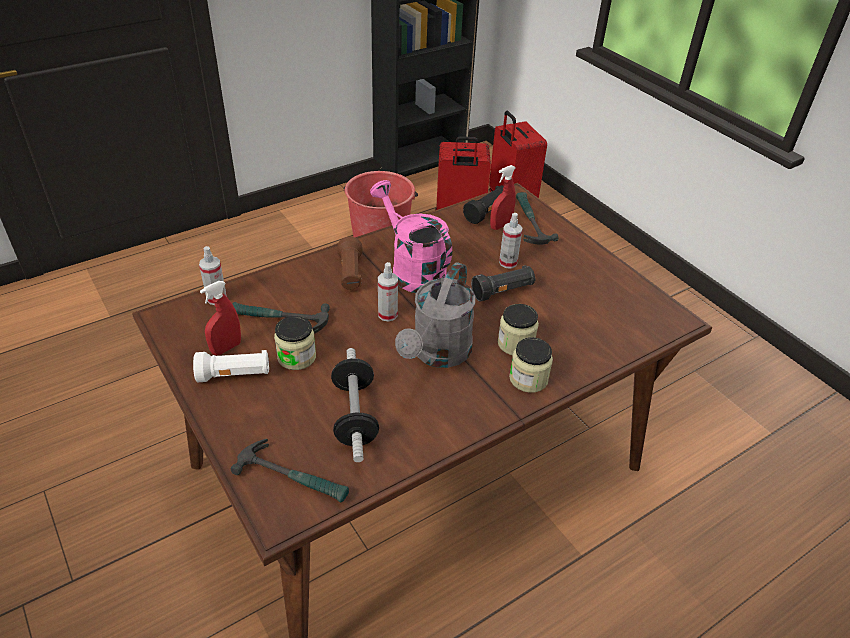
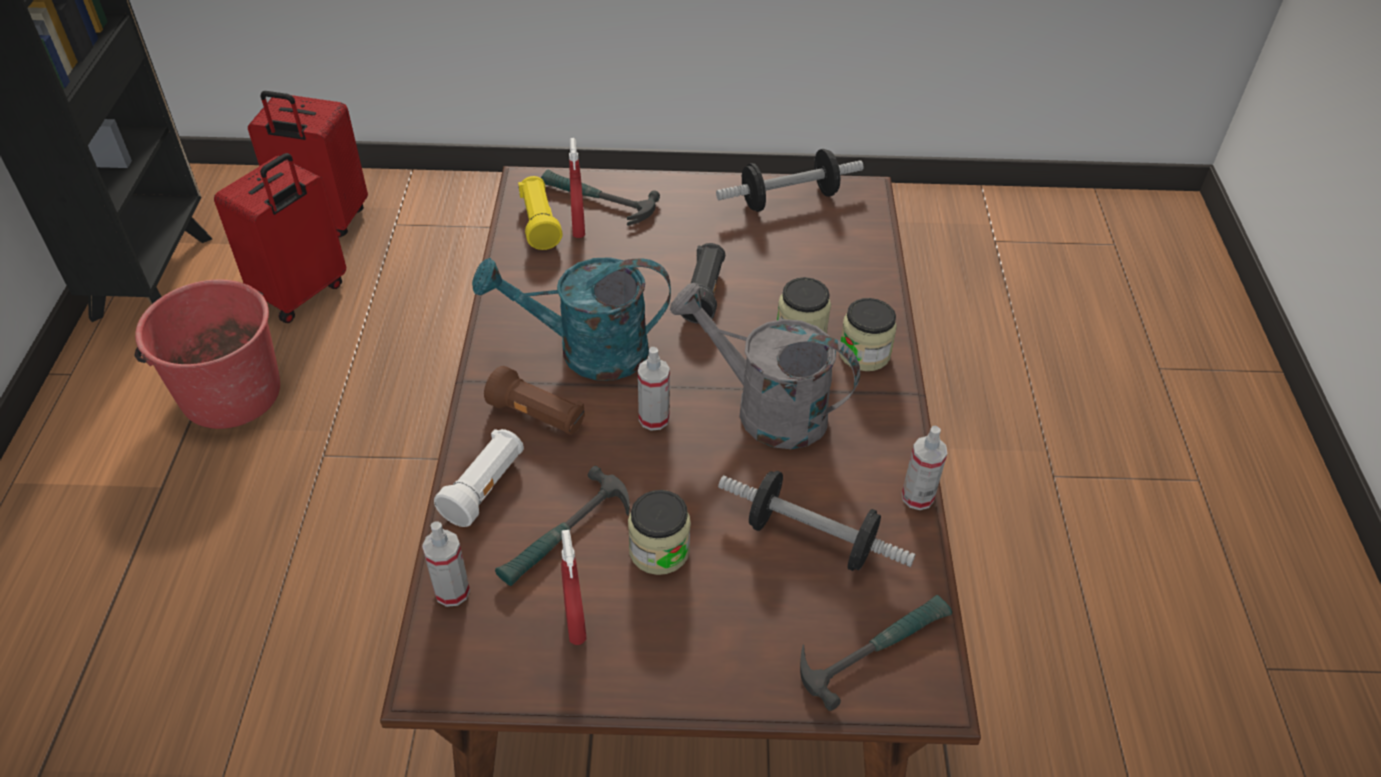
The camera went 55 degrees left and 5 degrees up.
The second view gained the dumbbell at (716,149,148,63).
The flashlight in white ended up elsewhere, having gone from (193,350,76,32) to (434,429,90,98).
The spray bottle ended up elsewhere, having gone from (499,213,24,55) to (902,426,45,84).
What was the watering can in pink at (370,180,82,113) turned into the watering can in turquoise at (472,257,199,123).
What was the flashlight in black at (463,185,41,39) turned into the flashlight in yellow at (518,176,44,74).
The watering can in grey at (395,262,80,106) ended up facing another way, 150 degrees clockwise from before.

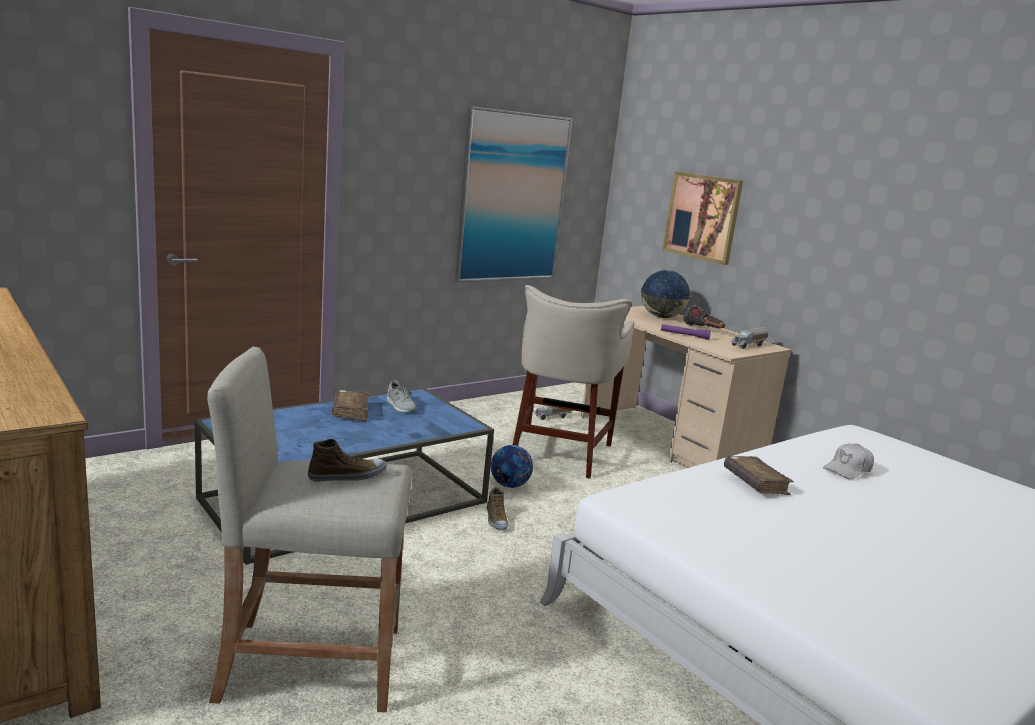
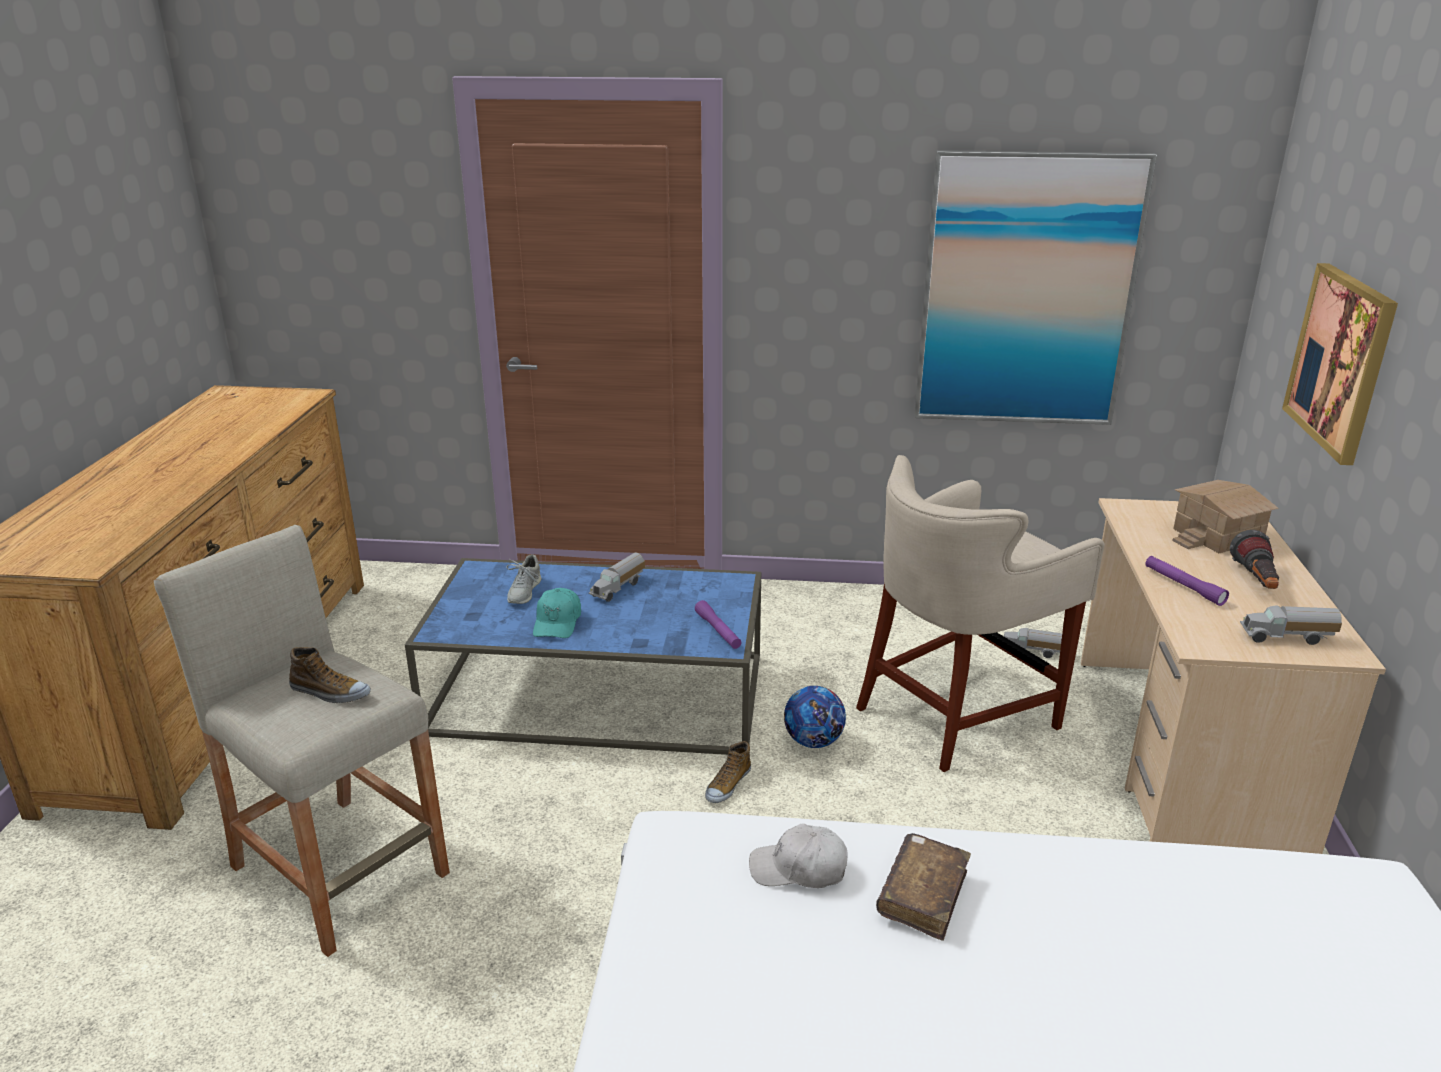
The camera went 45 degrees right and 10 degrees up.
The second view gained the cap in turquoise at (533,588,48,50).
The second view gained the flashlight in purple at (695,600,47,49).
The shoe in grey ended up elsewhere, having gone from (387,380,29,32) to (506,554,35,50).
The cap in white ended up elsewhere, having gone from (823,443,51,36) to (749,823,99,65).
Where the book in brown stood at (332,390,37,32), the toy truck came to stand at (588,553,57,49).
Where the globe stood at (641,270,50,48), the toy house came to stand at (1172,480,107,73).

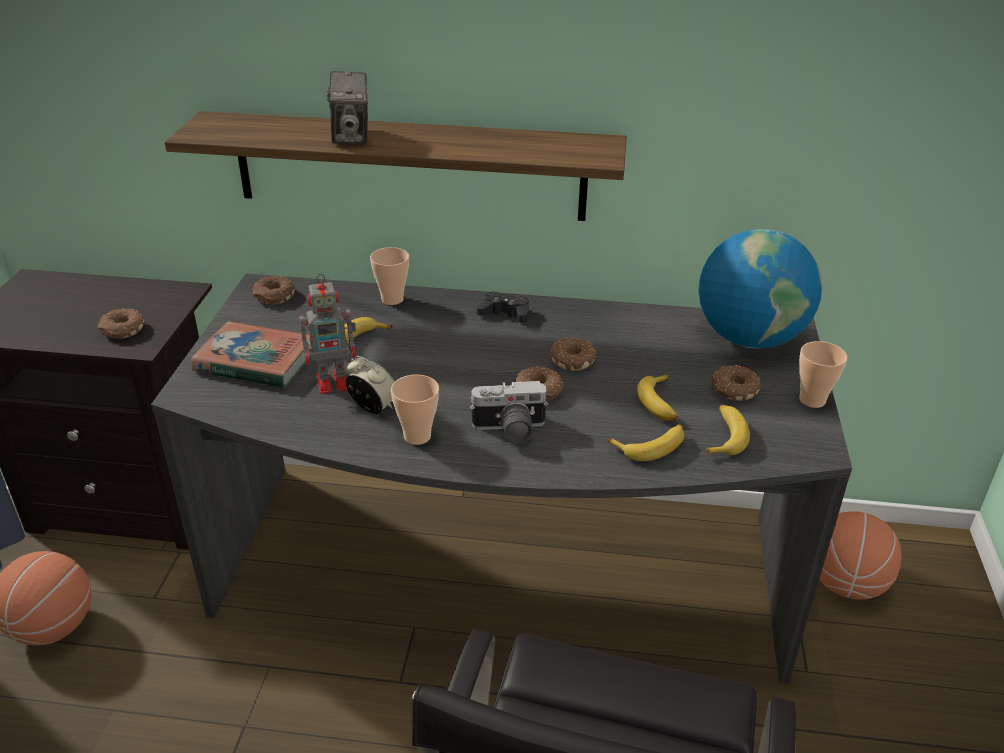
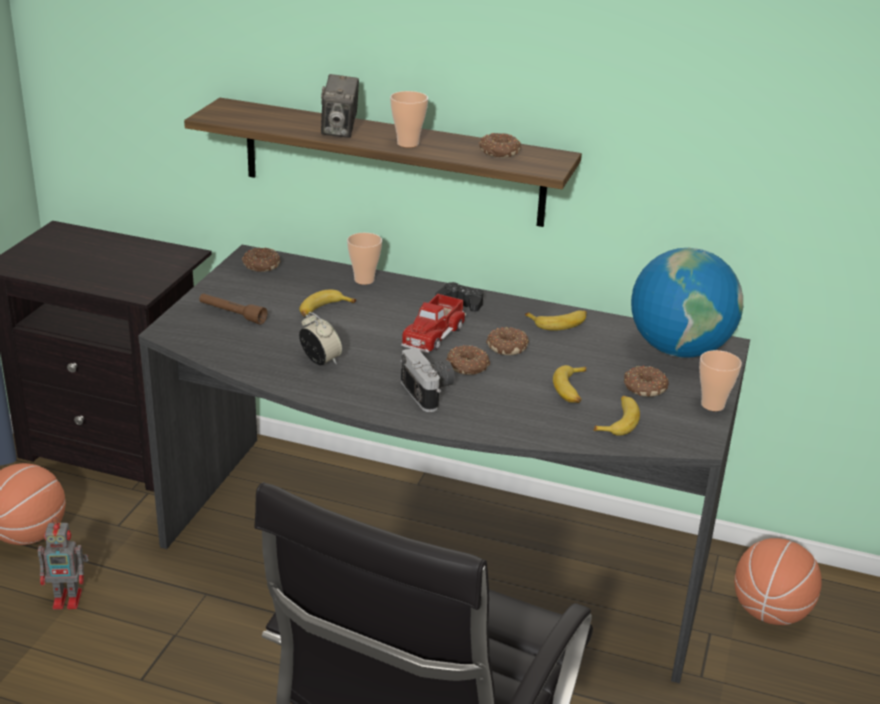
The camera went 10 degrees right and 5 degrees down.
The second view gained the toy truck at (401,294,65,59).
The donut ended up elsewhere, having gone from (97,308,47,31) to (478,133,43,25).
The toy robot ended up elsewhere, having gone from (299,274,57,120) to (38,517,51,93).
The cup ended up elsewhere, having gone from (391,375,48,70) to (390,91,38,57).
The banana ended up elsewhere, having gone from (607,425,77,36) to (525,310,62,21).
Where the book stood at (191,321,119,67), the flashlight in brown came to stand at (199,293,69,31).
The photo camera at (470,381,79,62) ended up facing another way, 120 degrees counterclockwise from before.

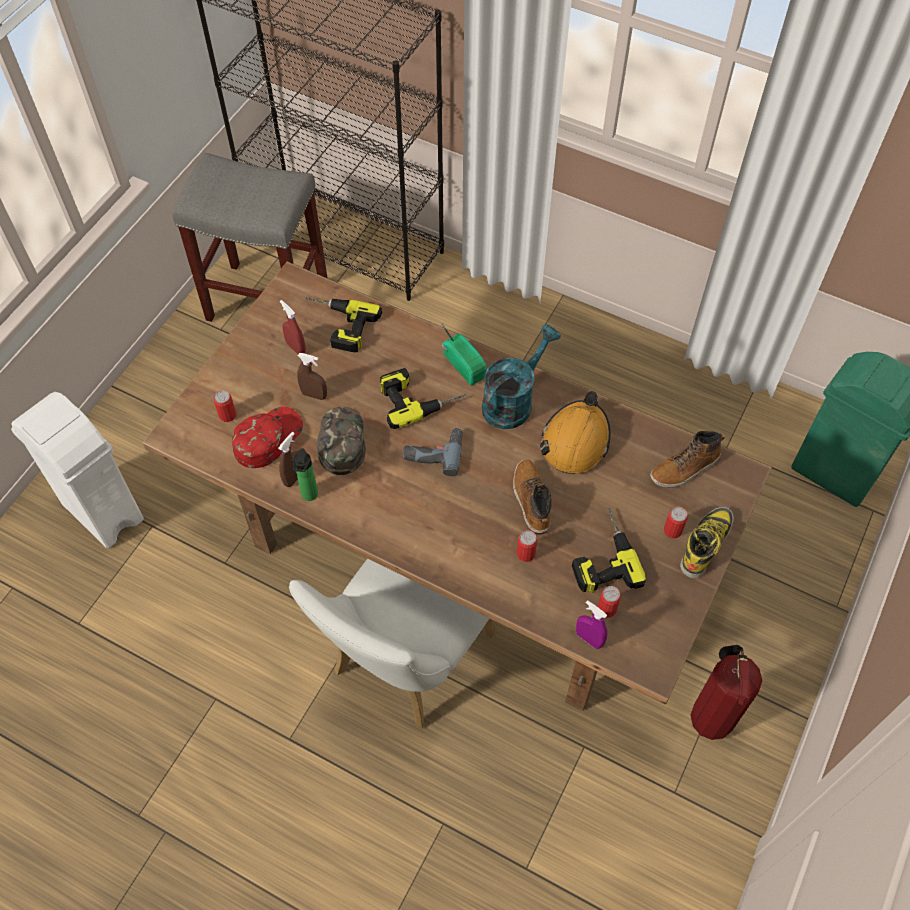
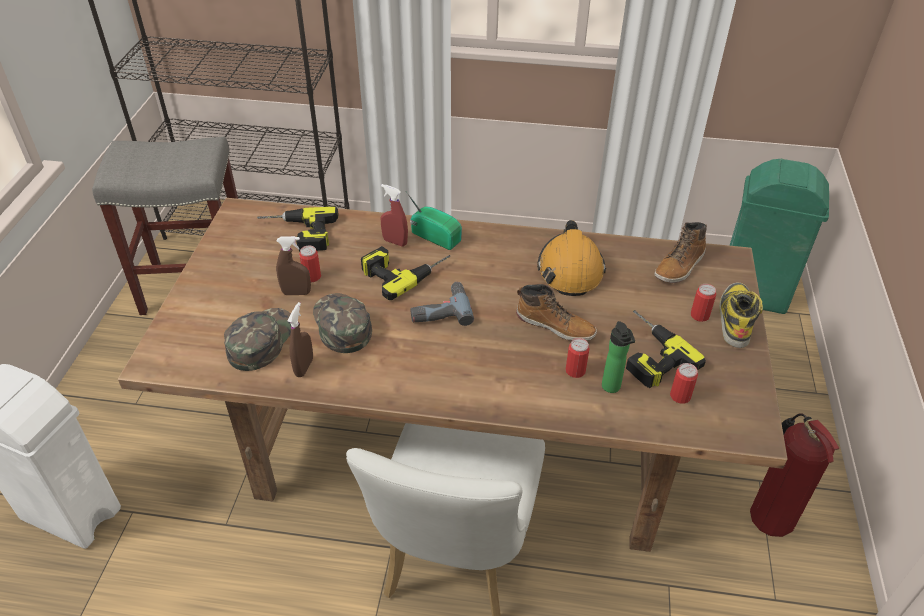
The camera went 20 degrees left and 15 degrees down.
The second view lost the watering can in turquoise at (482,325,79,104).
The second view lost the spray bottle in purple at (576,600,31,49).
The can ended up elsewhere, having gone from (214,390,22,32) to (299,246,22,36).
The spray bottle in red ended up elsewhere, having gone from (280,300,26,54) to (381,184,27,63).
The bottle ended up elsewhere, having gone from (293,448,25,53) to (602,321,33,72).
What was the cap in red at (232,407,71,61) turned into the cap in green at (224,308,67,63).
The boot at (513,460,39,74) ended up facing another way, 150 degrees clockwise from before.

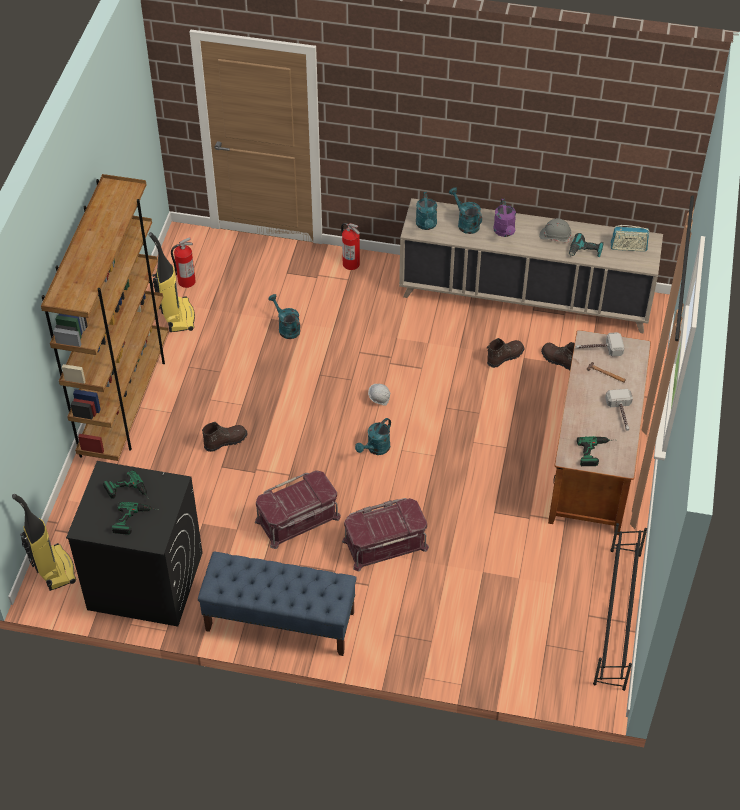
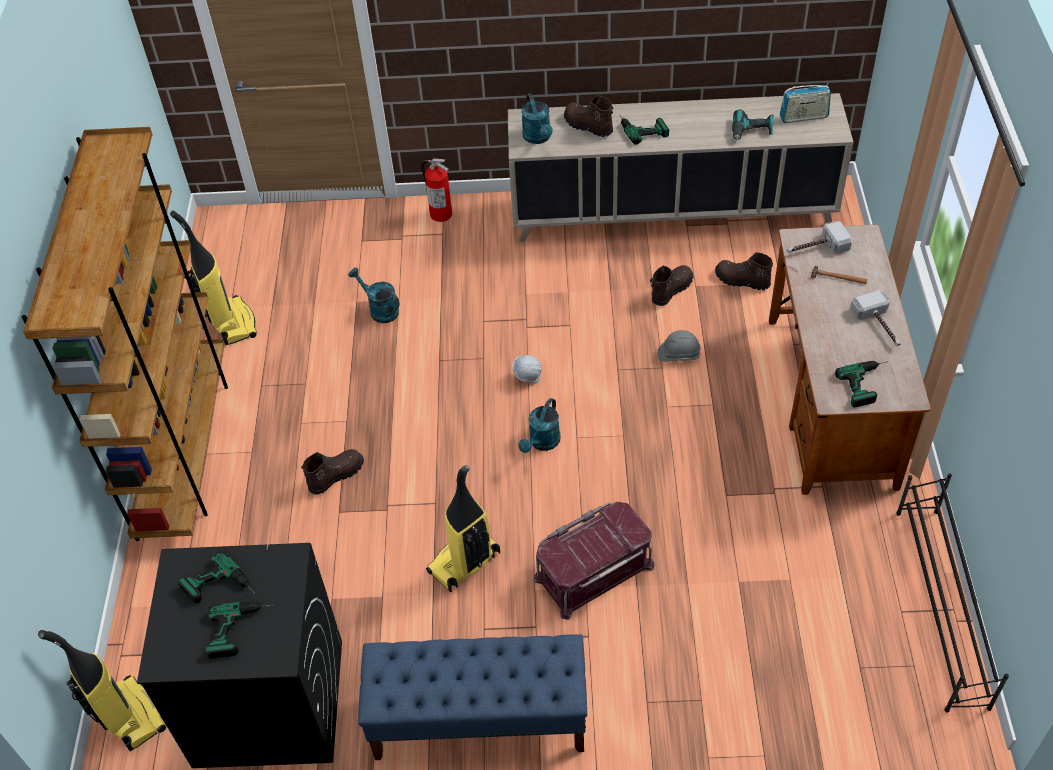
The camera went 10 degrees left and 0 degrees up.
The second view lost the fire extinguisher at (171,237,25,51).
The hard hat in grey ended up elsewhere, having gone from (539,218,32,24) to (658,330,43,32).
Where the storage box in red stood at (255,470,86,79), the vacuum cleaner came to stand at (426,465,74,127).
Where the watering can in turquoise stood at (449,188,33,46), the boot in brown came to stand at (564,96,49,41).
Where the watering can in purple stood at (493,199,23,38), the power drill came to stand at (619,114,50,31).

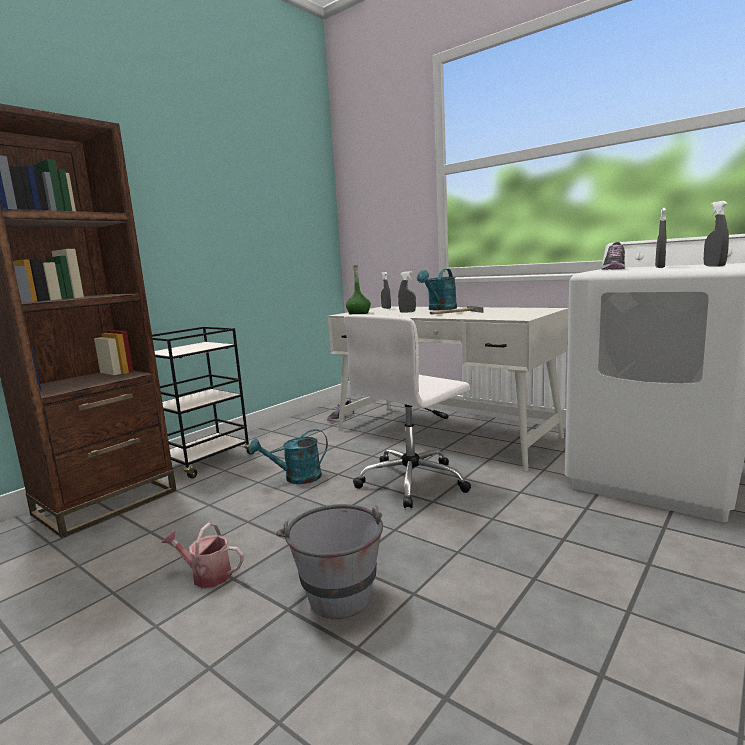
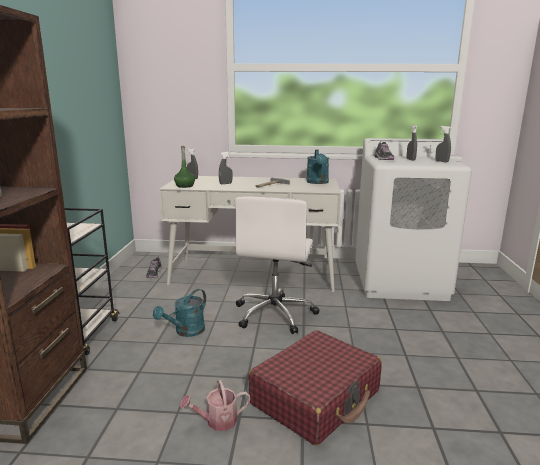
The camera went 35 degrees left and 5 degrees up.
The watering can in turquoise ended up elsewhere, having gone from (417,269,40,41) to (306,150,23,34).
Where the bucket in grey stood at (276,504,107,115), the suitcase in red came to stand at (248,330,134,116).

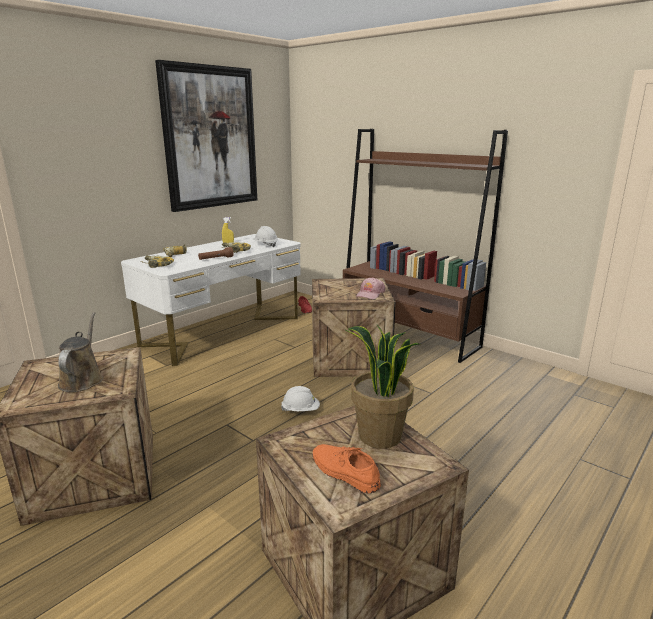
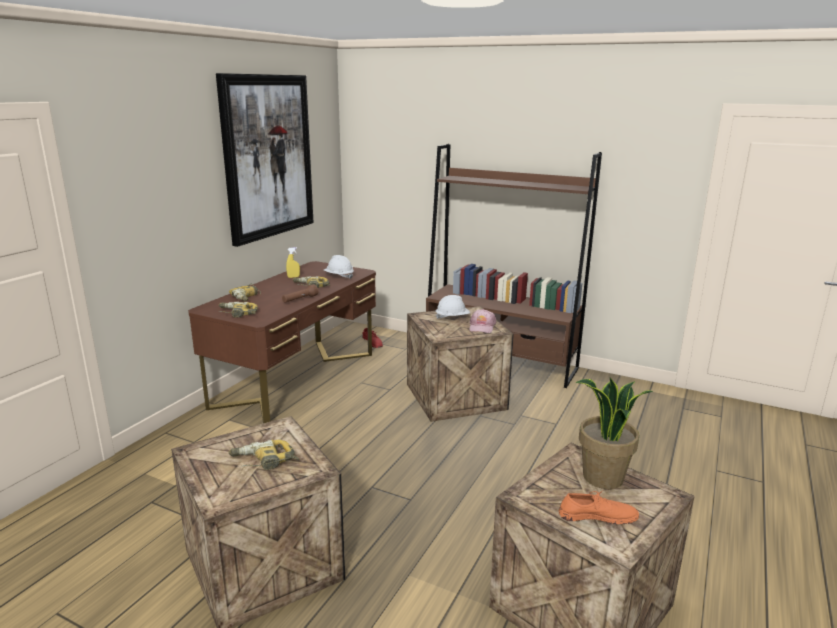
The camera went 15 degrees left and 0 degrees up.
The hard hat in white ended up elsewhere, having gone from (281,386,39,25) to (435,295,35,24).
Where the watering can in brown stood at (58,312,45,80), the power drill came to stand at (228,439,72,31).
What was the desk in white at (121,234,180,132) turned into the desk in brown at (188,261,188,163).
The shoe in orange at (313,444,68,49) ended up facing another way, 150 degrees clockwise from before.

